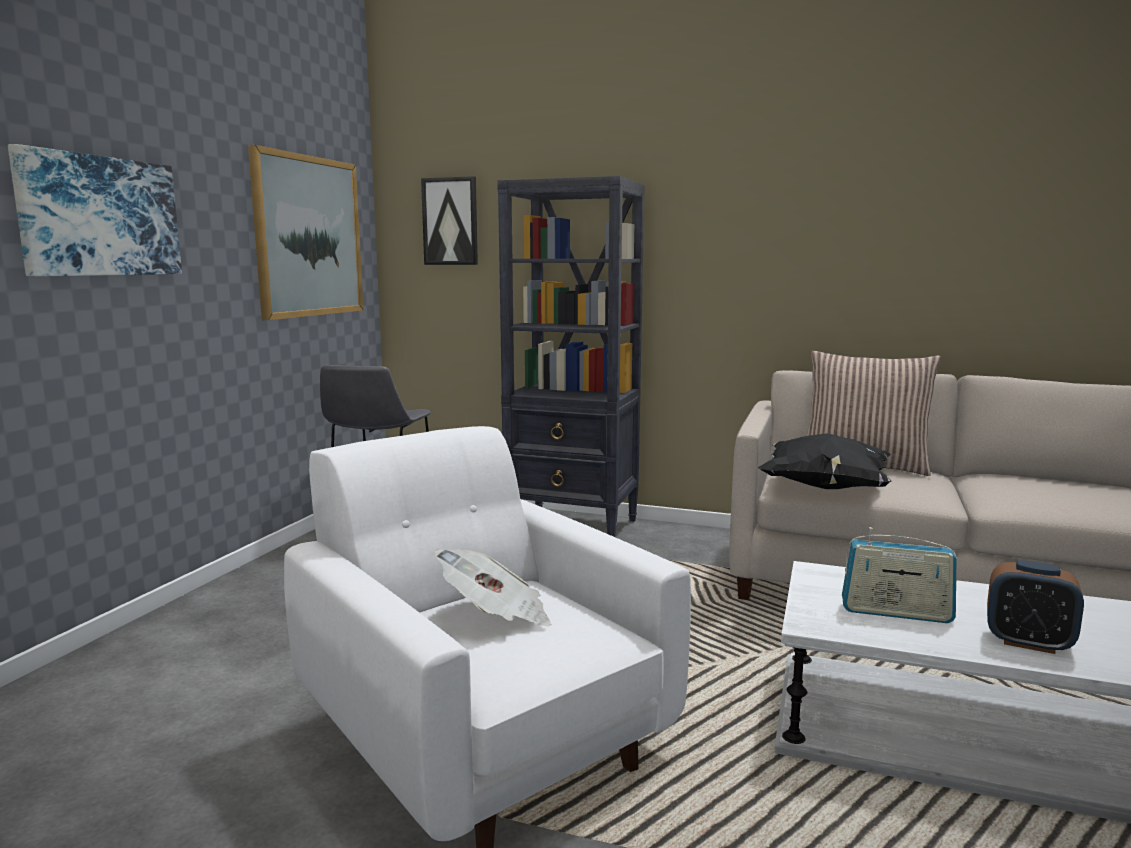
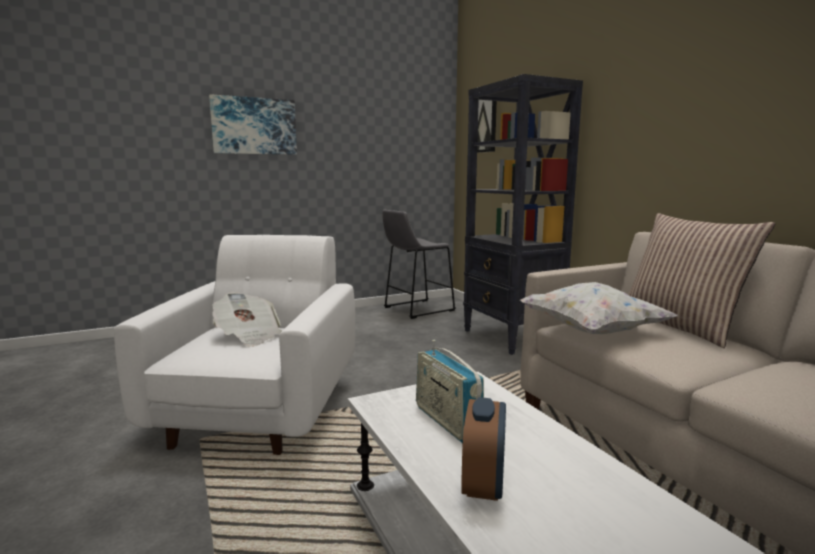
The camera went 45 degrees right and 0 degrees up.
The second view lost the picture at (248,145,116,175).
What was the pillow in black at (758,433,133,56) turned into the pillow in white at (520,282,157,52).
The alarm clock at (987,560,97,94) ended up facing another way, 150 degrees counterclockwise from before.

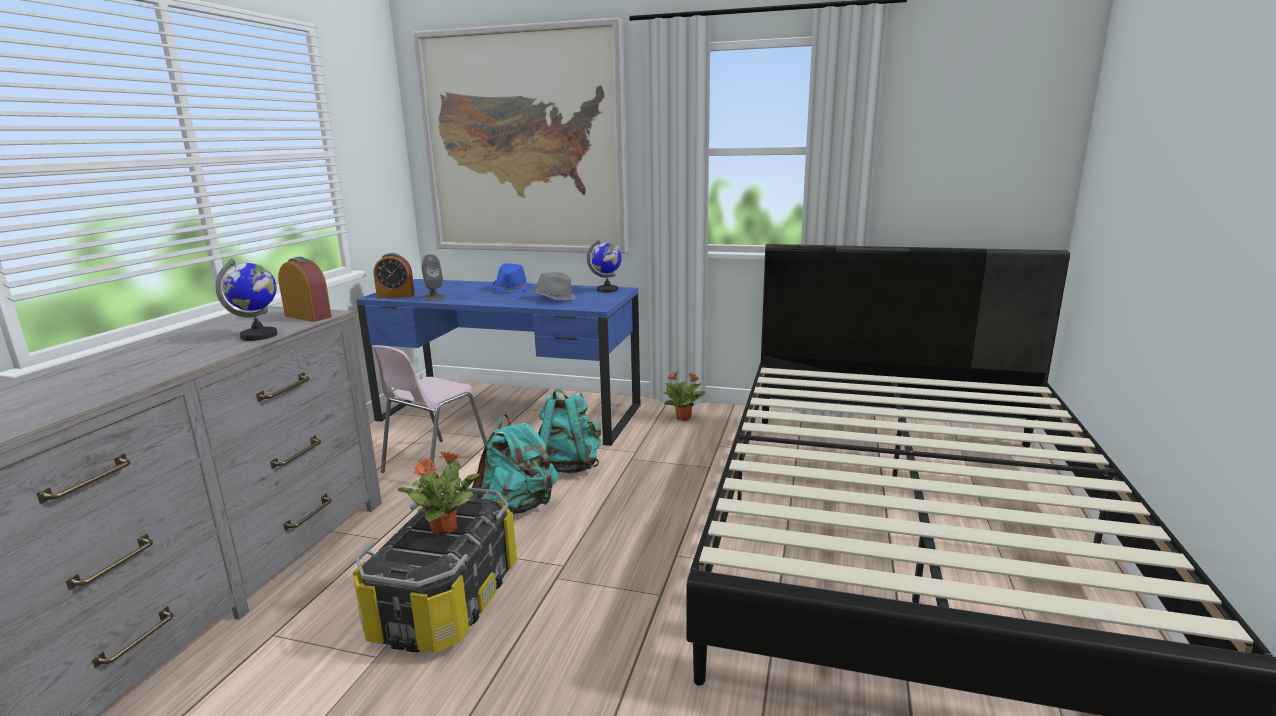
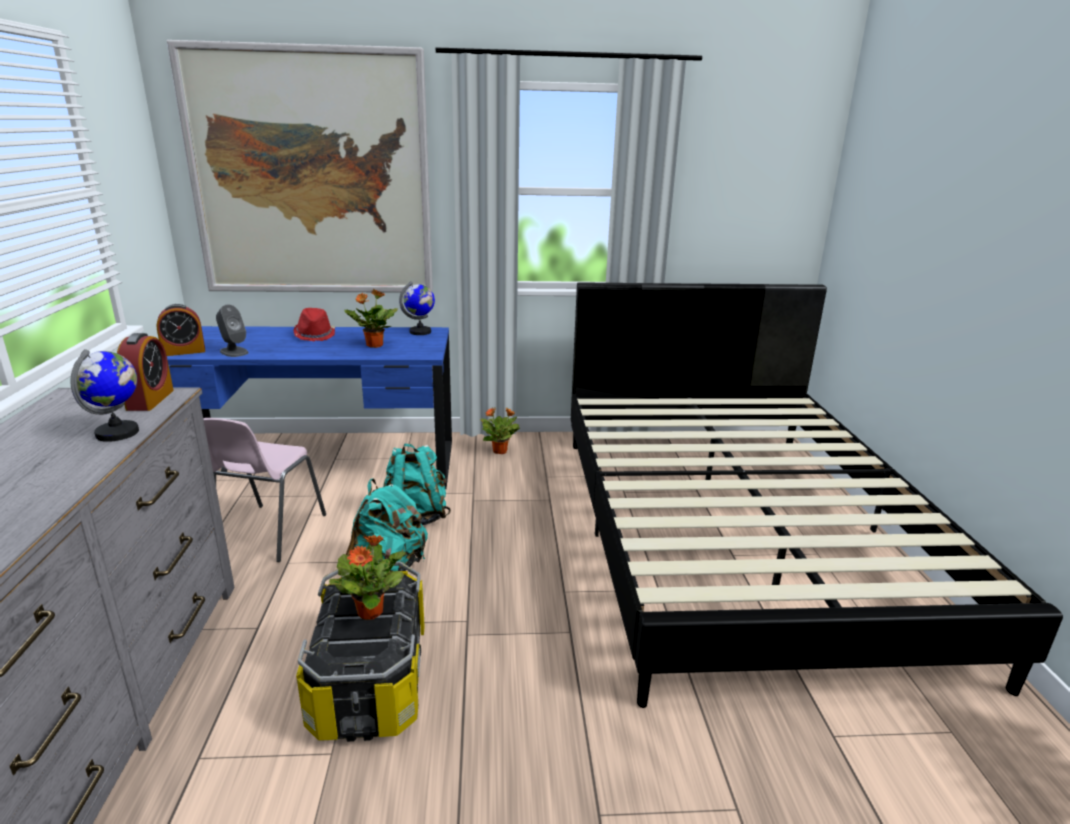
The camera went 20 degrees left and 5 degrees up.
Where the hat in grey stood at (532,272,45,29), the potted plant came to stand at (344,289,54,59).
What was the hat in blue at (492,263,39,30) turned into the hat in red at (293,308,42,33).
The alarm clock at (278,257,54,65) ended up facing another way, 75 degrees clockwise from before.

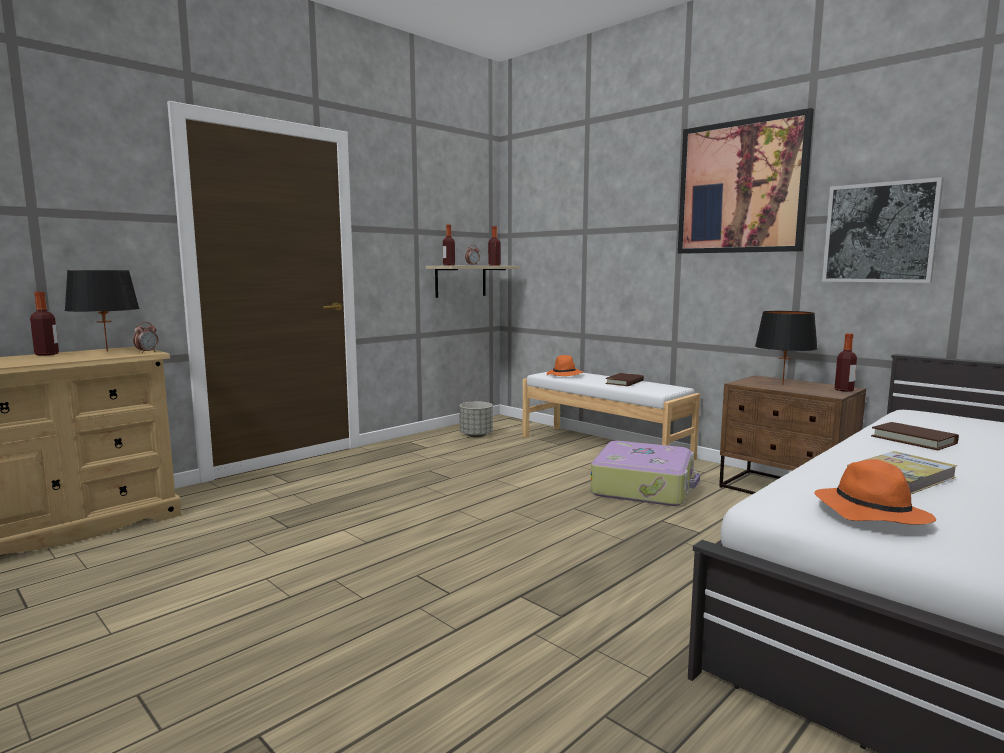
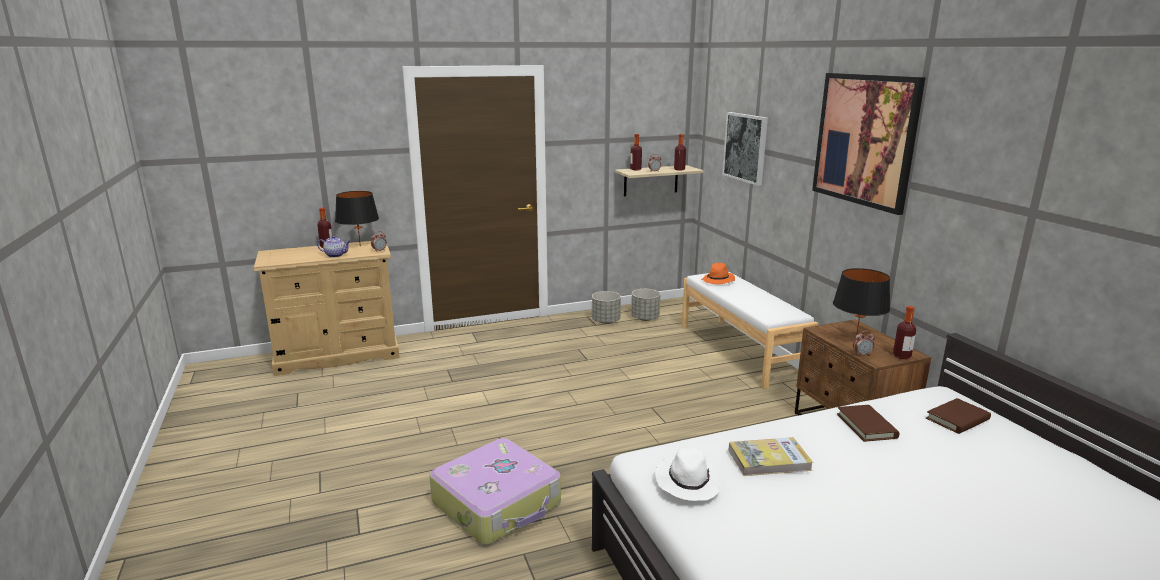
The camera went 25 degrees right and 10 degrees up.
The second view gained the teapot at (317,236,34,22).
The second view gained the planter in grey at (592,291,29,33).
The second view gained the alarm clock at (853,331,22,25).
The suitcase ended up elsewhere, having gone from (590,441,110,65) to (430,438,131,107).
The book in brown ended up elsewhere, having gone from (605,373,39,13) to (926,398,65,36).
The picture ended up elsewhere, having gone from (822,177,122,106) to (722,112,46,74).
What was the hat in orange at (814,459,122,66) turned into the hat in white at (655,447,66,54).

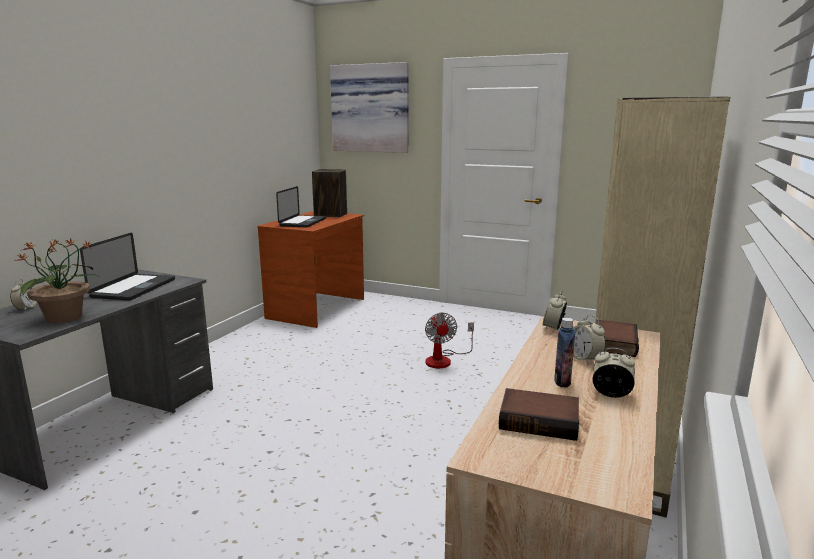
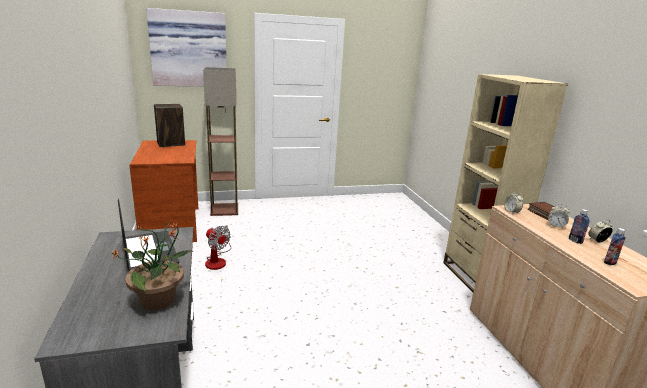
The camera went 40 degrees left and 5 degrees up.
The second view lost the alarm clock at (10,279,27,32).
The second view lost the laptop at (276,186,50,42).
The second view gained the floor lamp at (203,67,35,149).
The fan ended up elsewhere, having gone from (425,312,49,56) to (205,225,26,45).
Where the book stood at (499,388,80,53), the bottle came to stand at (604,228,22,37).

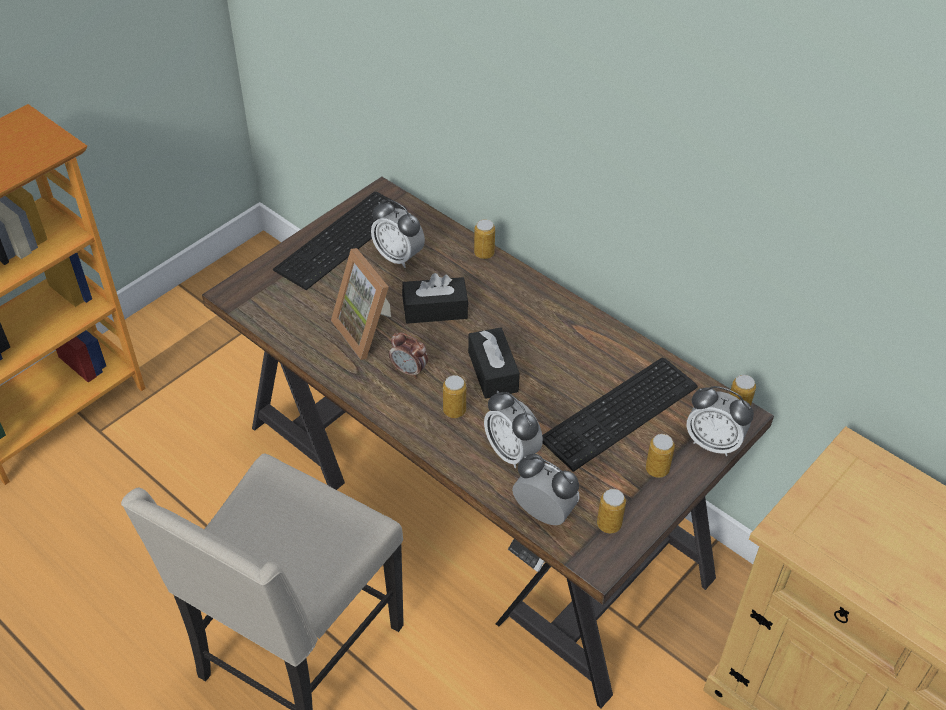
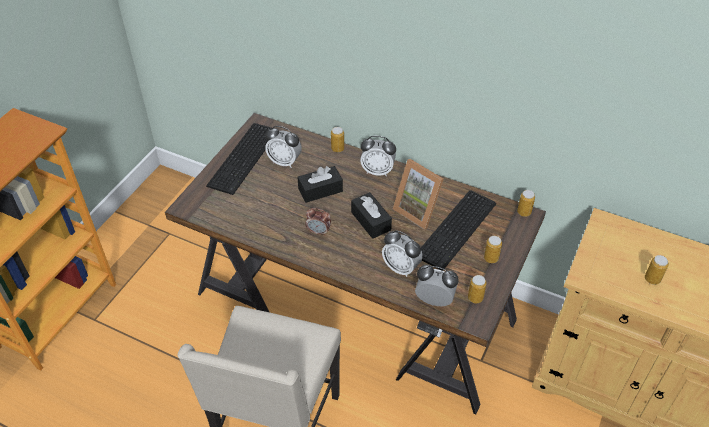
The camera went 15 degrees left and 0 degrees up.
The picture frame ended up elsewhere, having gone from (331,248,60,112) to (393,159,51,71).
The can ended up elsewhere, having gone from (443,375,23,43) to (645,255,24,30).
The alarm clock ended up elsewhere, having gone from (686,386,68,70) to (360,136,36,41).

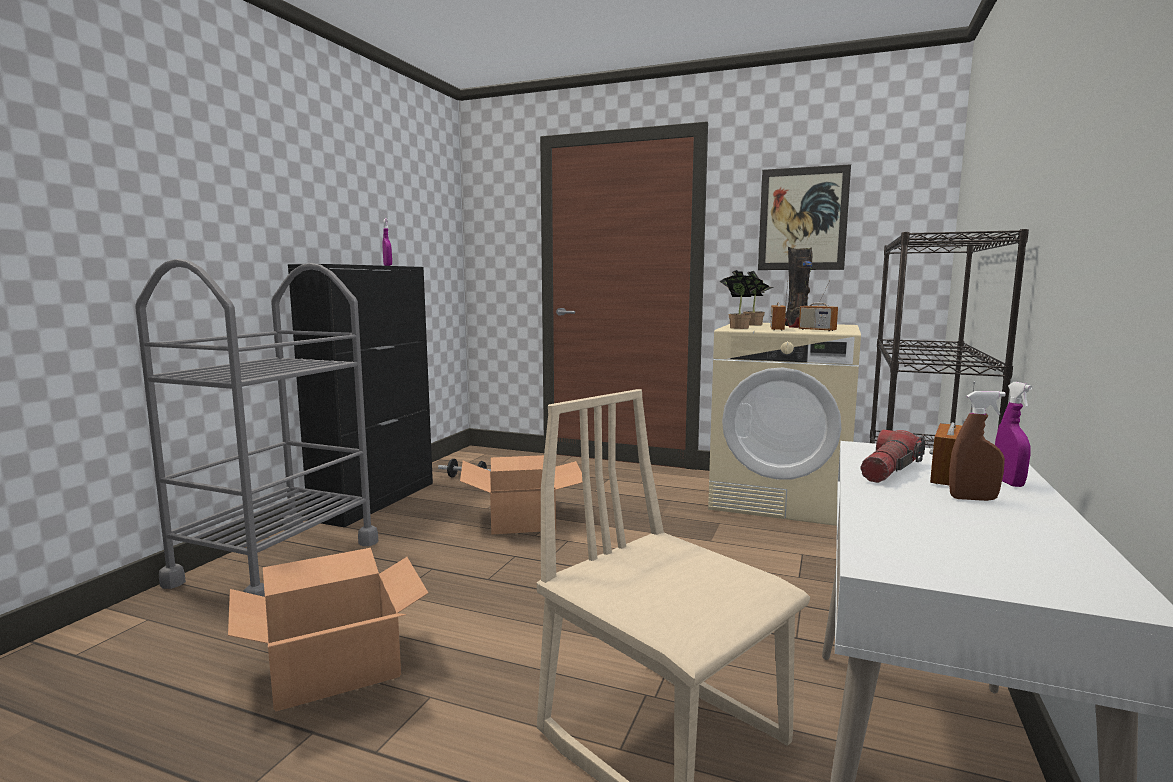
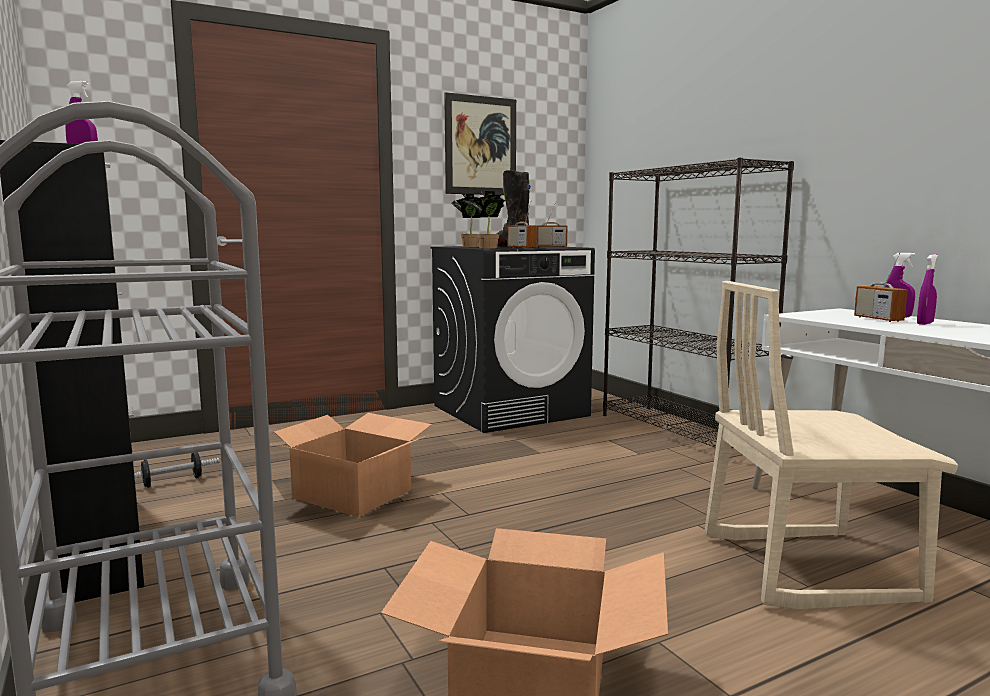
The camera went 50 degrees left and 0 degrees up.
The second view lost the flashlight at (860,430,66,53).
What was the washing machine in beige at (708,323,153,203) turned into the washing machine in black at (430,246,165,187).
What was the spray bottle in brown at (949,391,57,110) turned into the spray bottle in purple at (917,254,21,71).

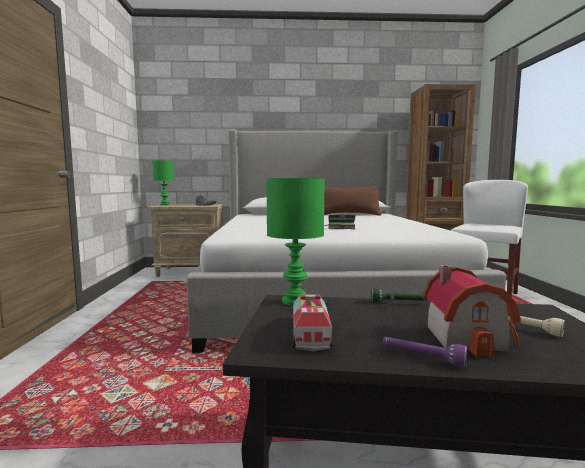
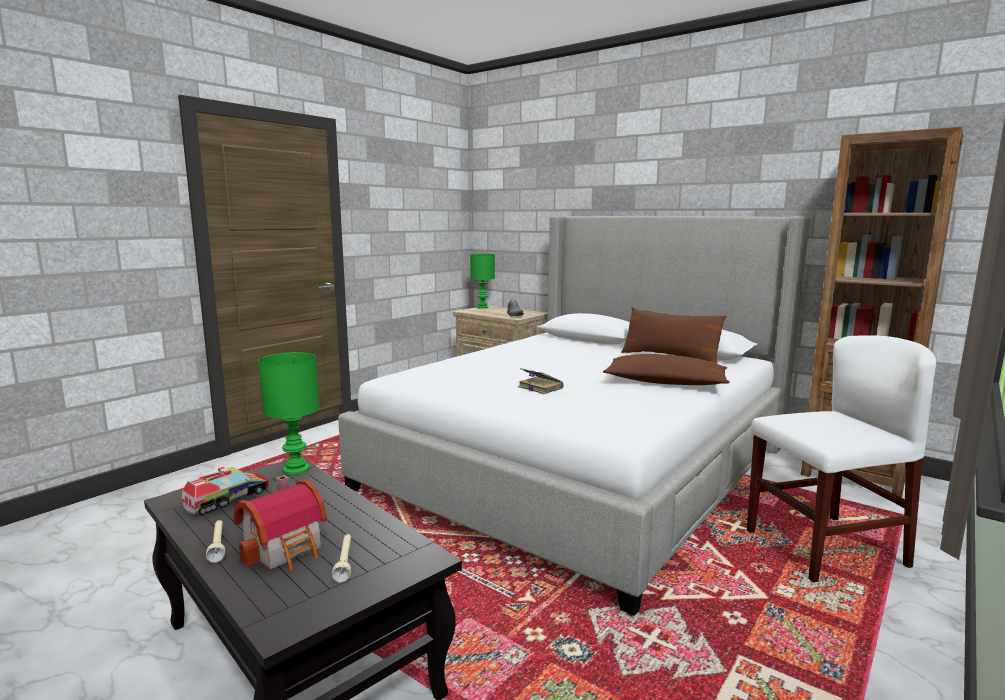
The camera went 40 degrees right and 5 degrees up.
The second view lost the flashlight in green at (371,288,56,14).
The second view gained the pillow in brown at (603,354,127,31).
What was the flashlight in purple at (383,337,85,30) turned into the flashlight in beige at (206,520,19,43).

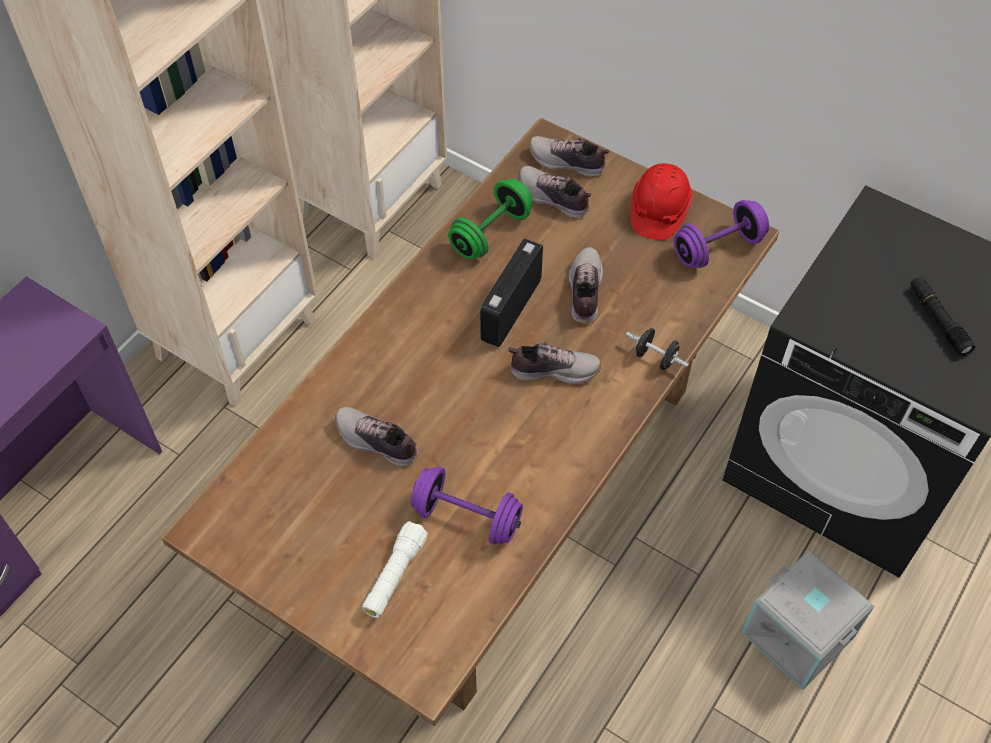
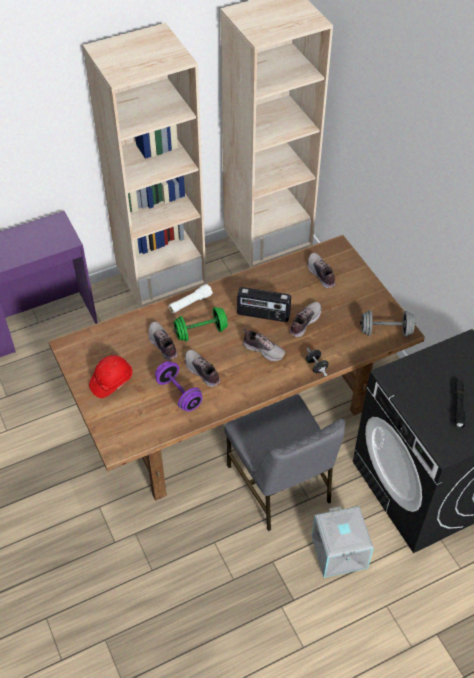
The camera went 30 degrees right and 5 degrees down.
The second view gained the chair in grey at (224,395,121,136).
The flashlight in white ended up elsewhere, having gone from (362,521,66,97) to (169,284,44,29).
The dumbbell in green ended up elsewhere, having gone from (448,179,85,80) to (174,307,54,34).
The shoe ended up elsewhere, having gone from (529,136,80,41) to (185,350,35,37).
The hard hat in red ended up elsewhere, having gone from (630,163,63,77) to (89,355,44,43).
What was the dumbbell in purple at (674,200,95,68) turned into the dumbbell in grey at (360,310,56,27).
The radio at (480,239,63,108) ended up facing another way, 135 degrees counterclockwise from before.

